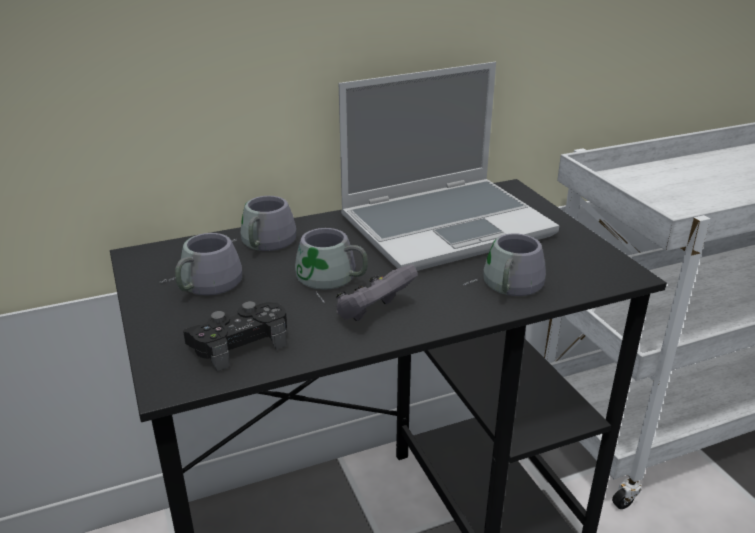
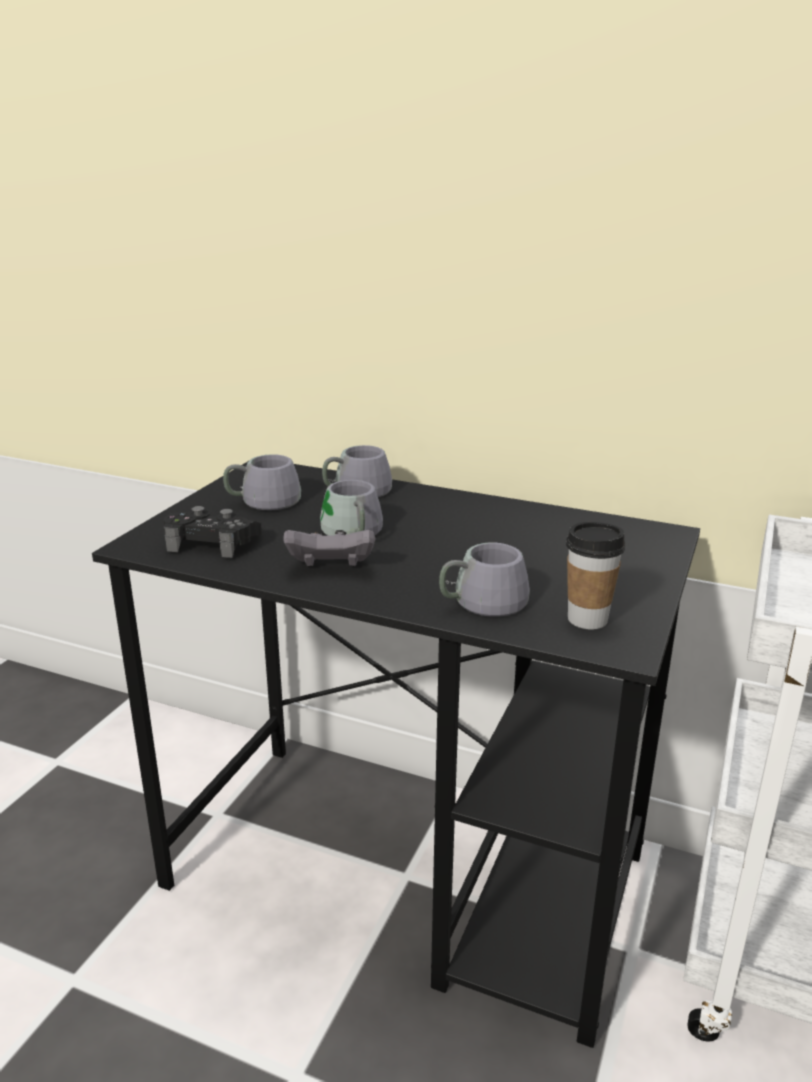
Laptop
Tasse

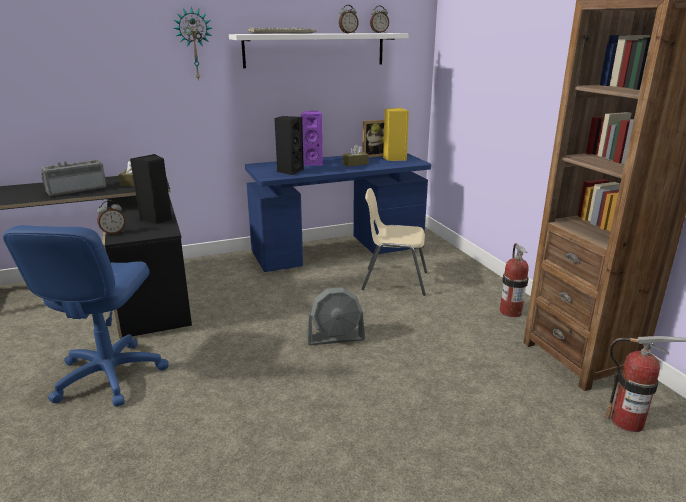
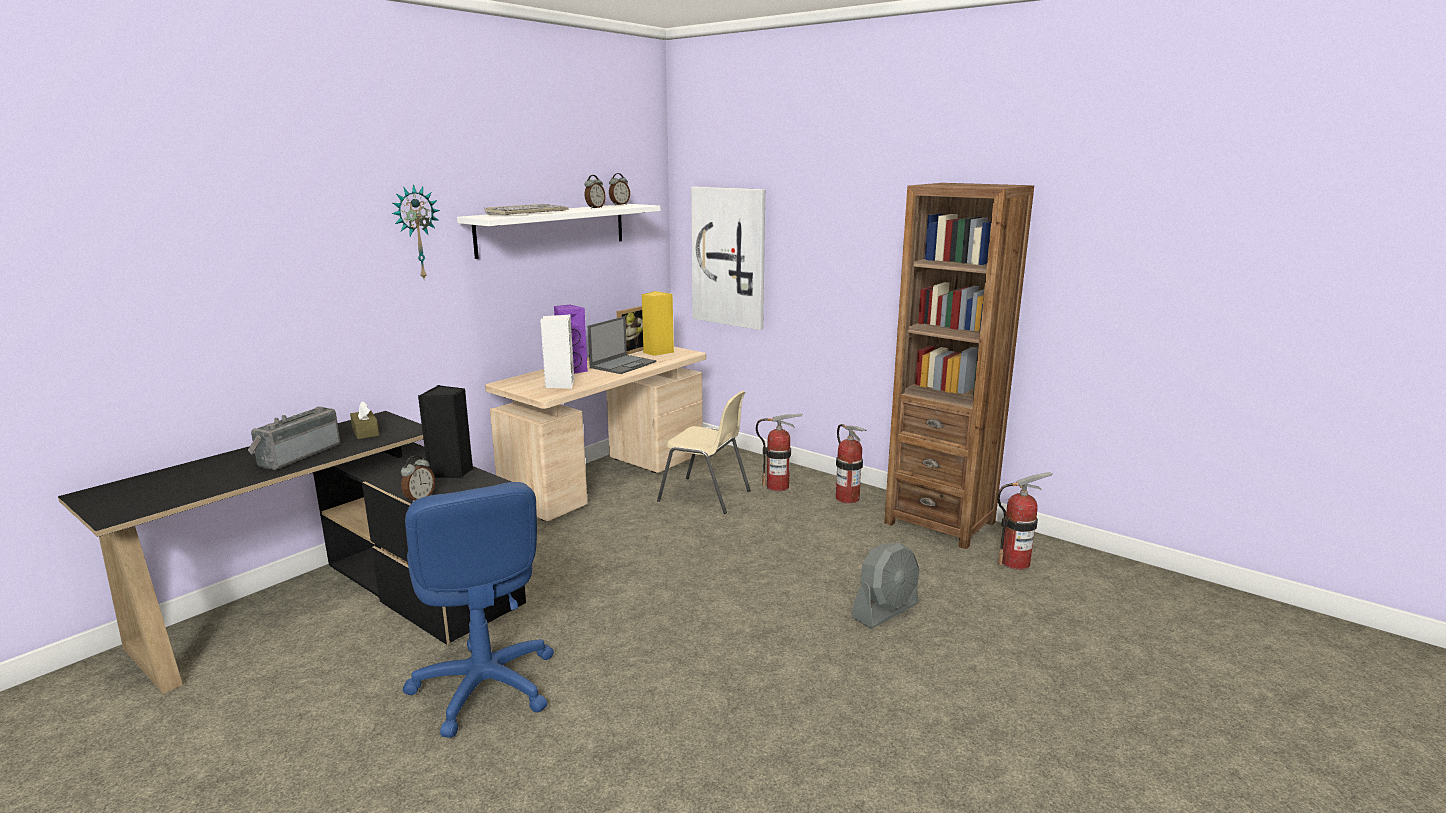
Bild
Feuerlöscher (1st from left)
Ventilator/grau
Laptop
Schreibtisch/beige
Lautsprecher/weiß
Stuhl/beige

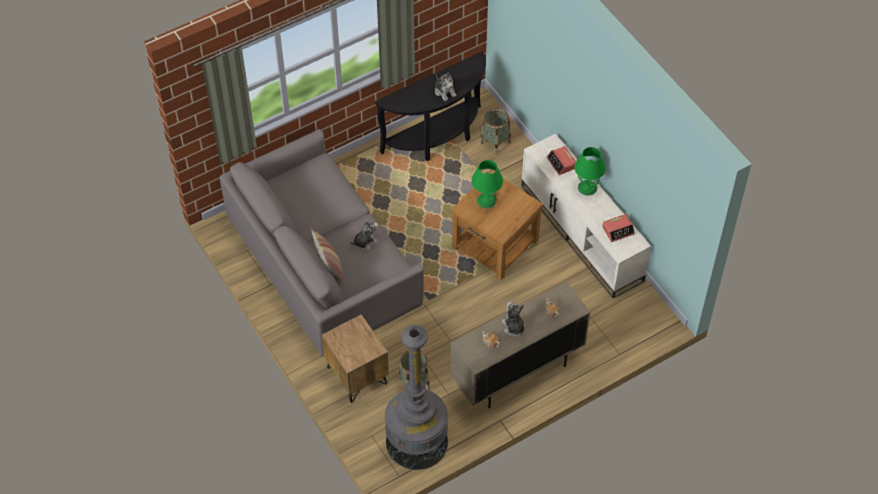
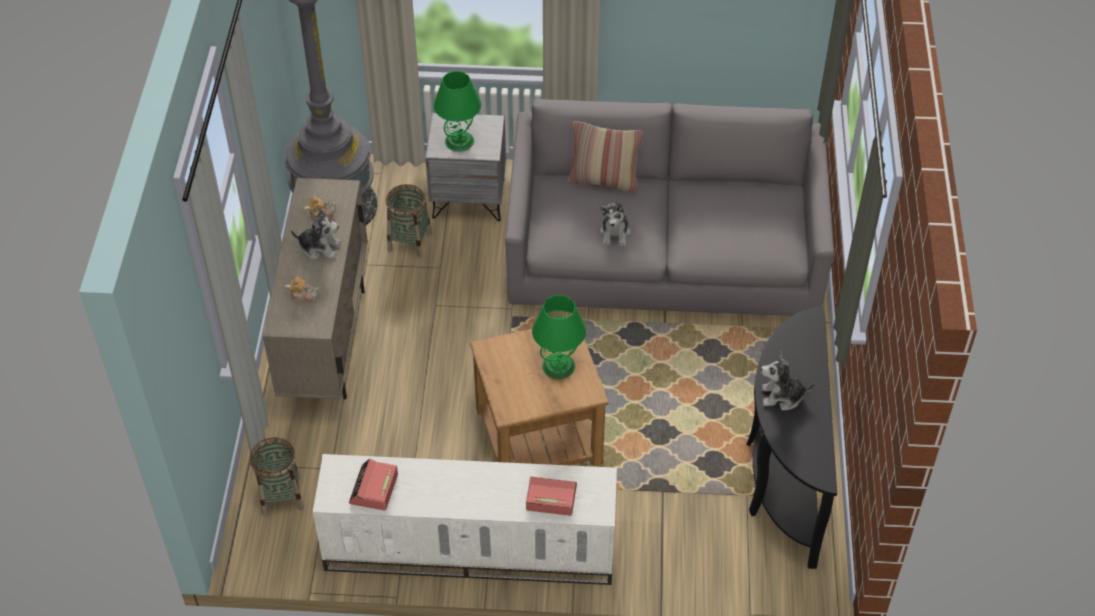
Korb (1st from left)
Tischlampe/grün (1st from left)
Nachttisch/grau

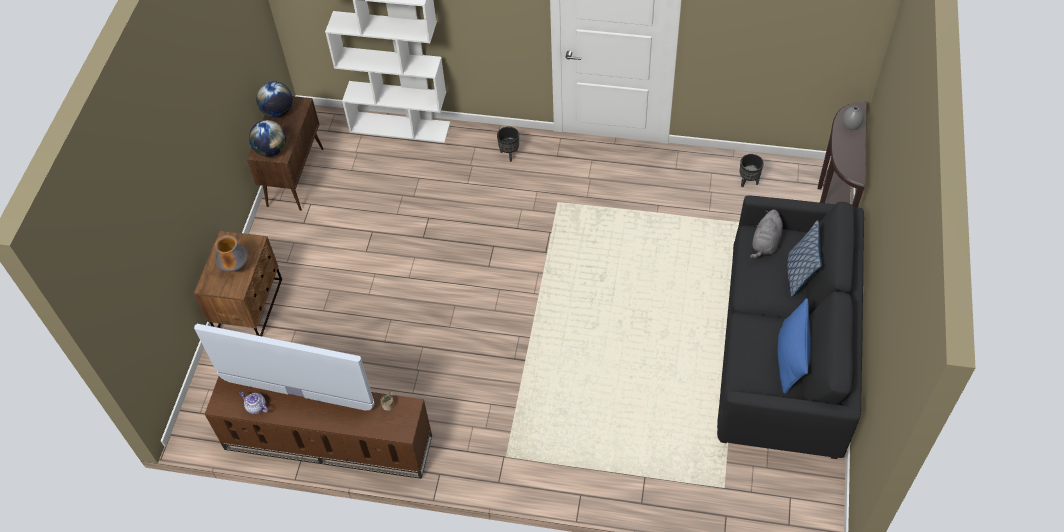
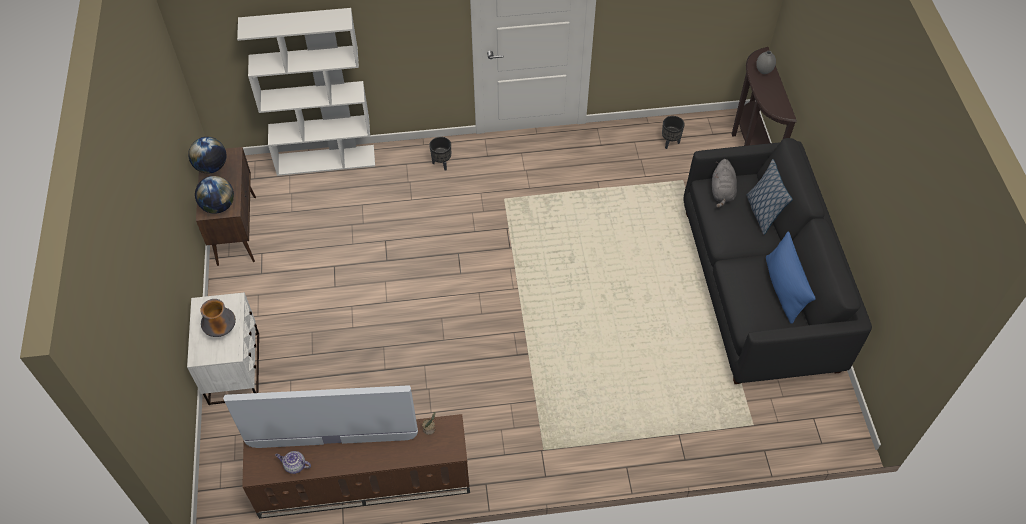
Nachttisch/weiß

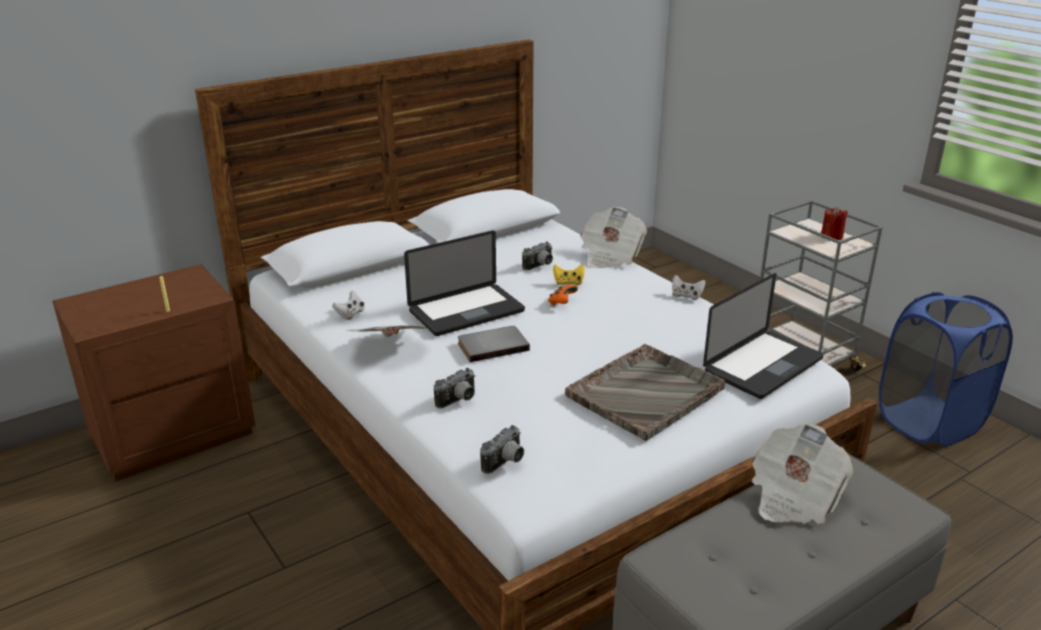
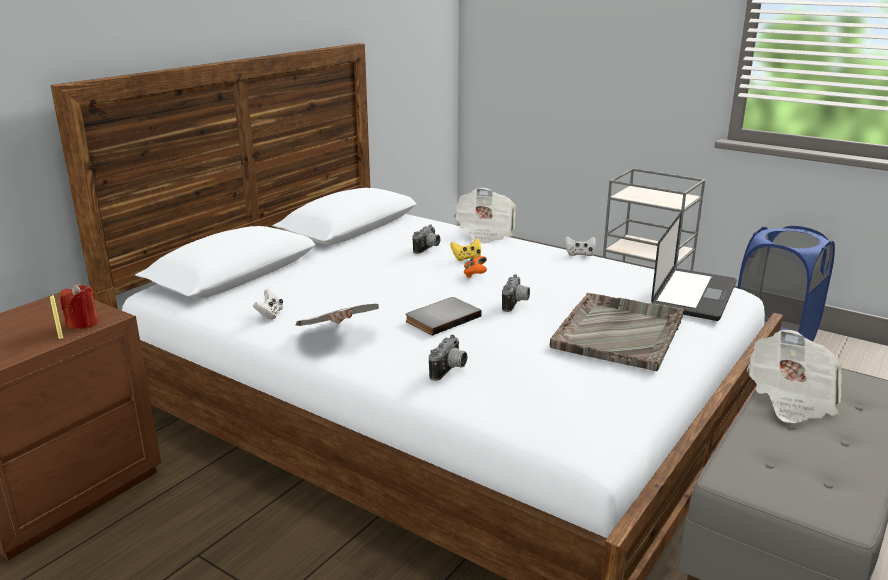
Laptop (1st from left in the first image)
Kamera (3rd from left)
Kerze/rot

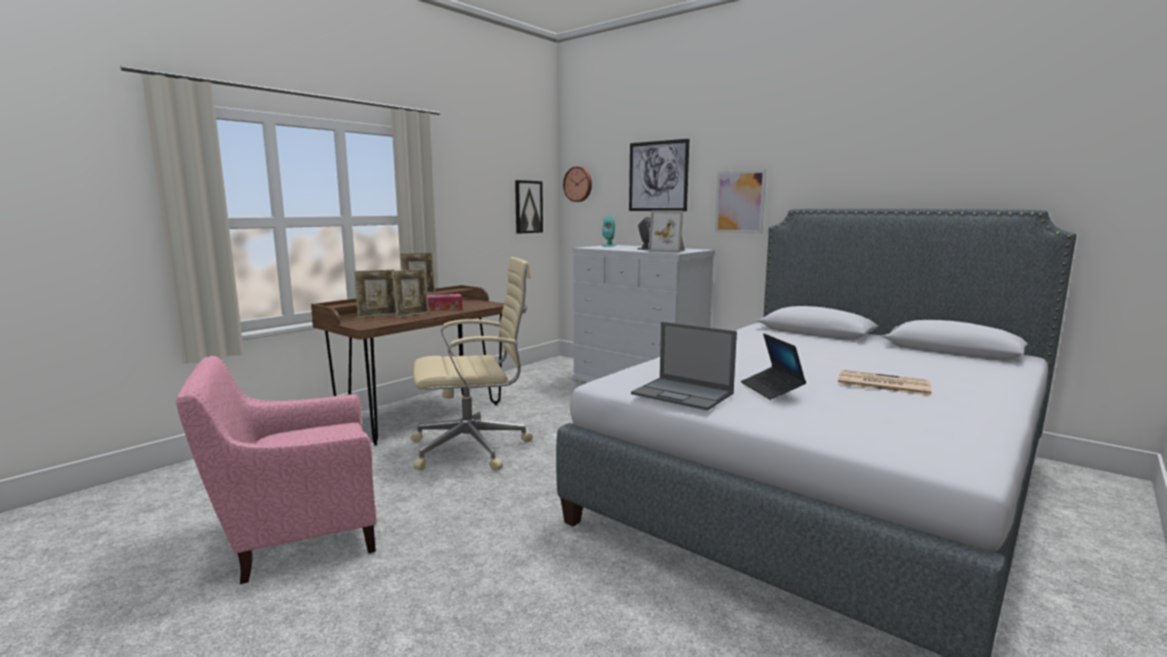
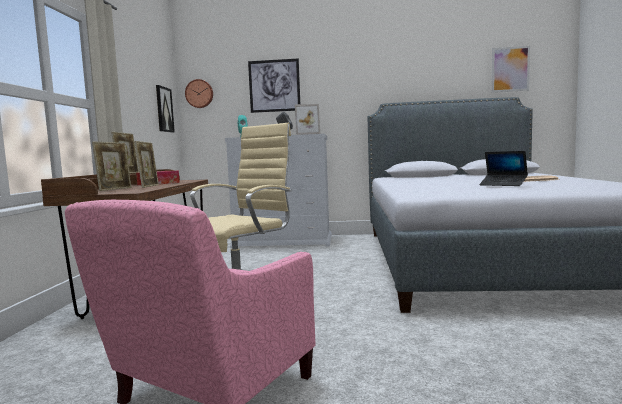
Laptop (1st from left in the first image)
Bild (3rd from left)

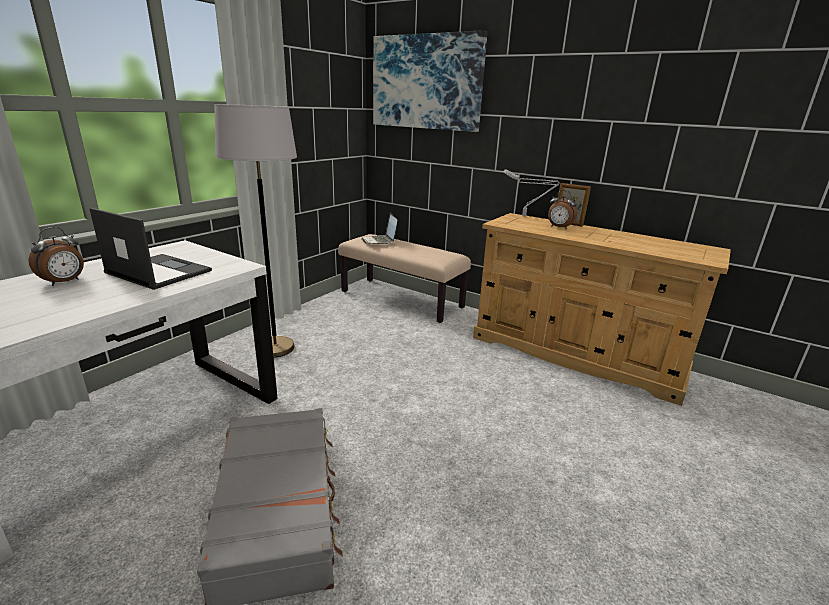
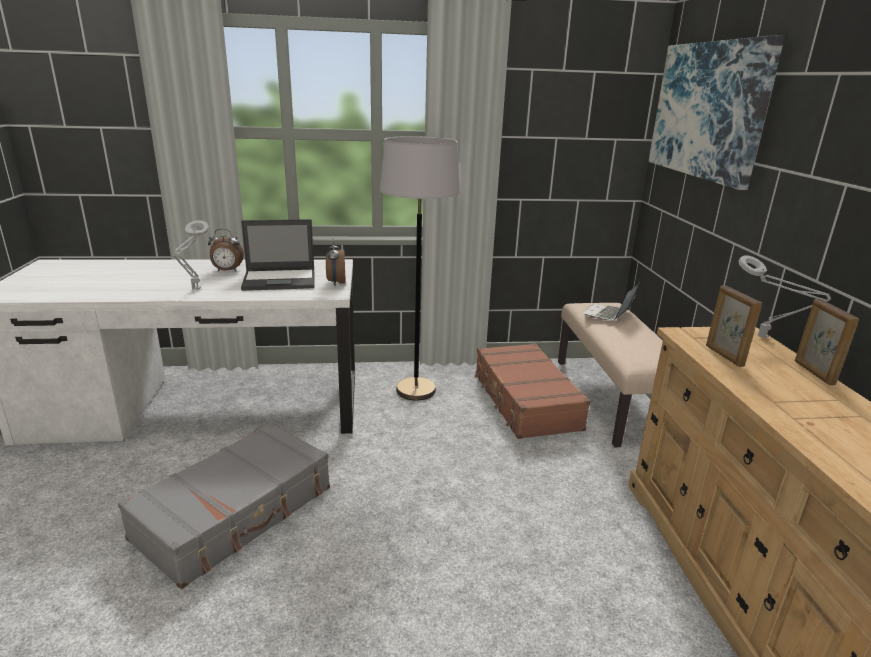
Tischlampe/grau (1st from left)
Koffer/braun
Bilderrahmen (1st from left)
Wecker (2nd from left)
Laptop (1st from left)

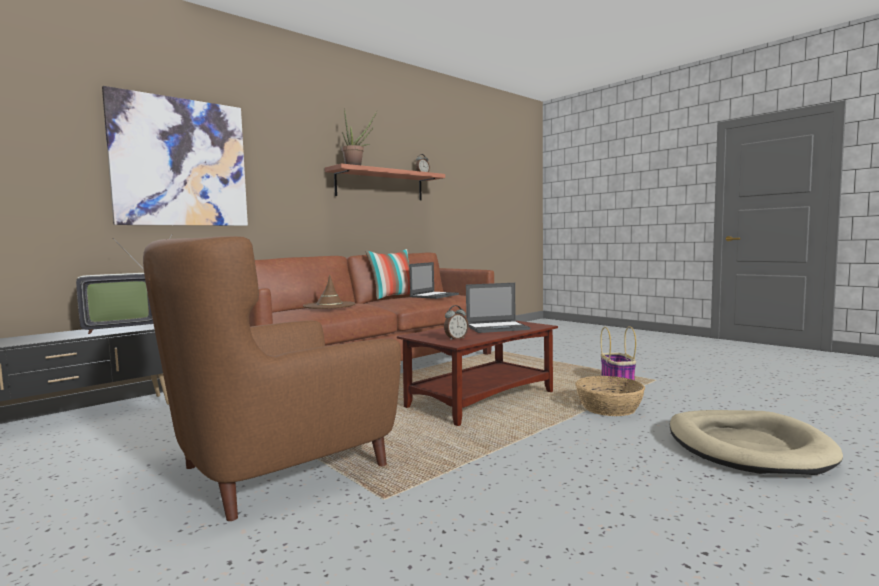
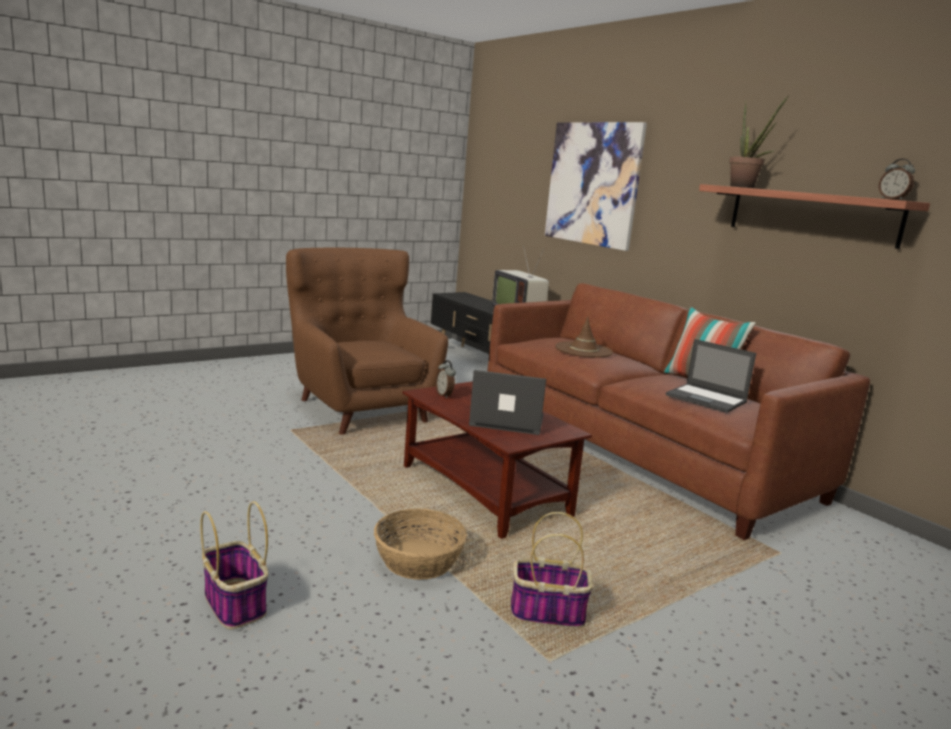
Korb (1st from left)
Laptop (1st from left)

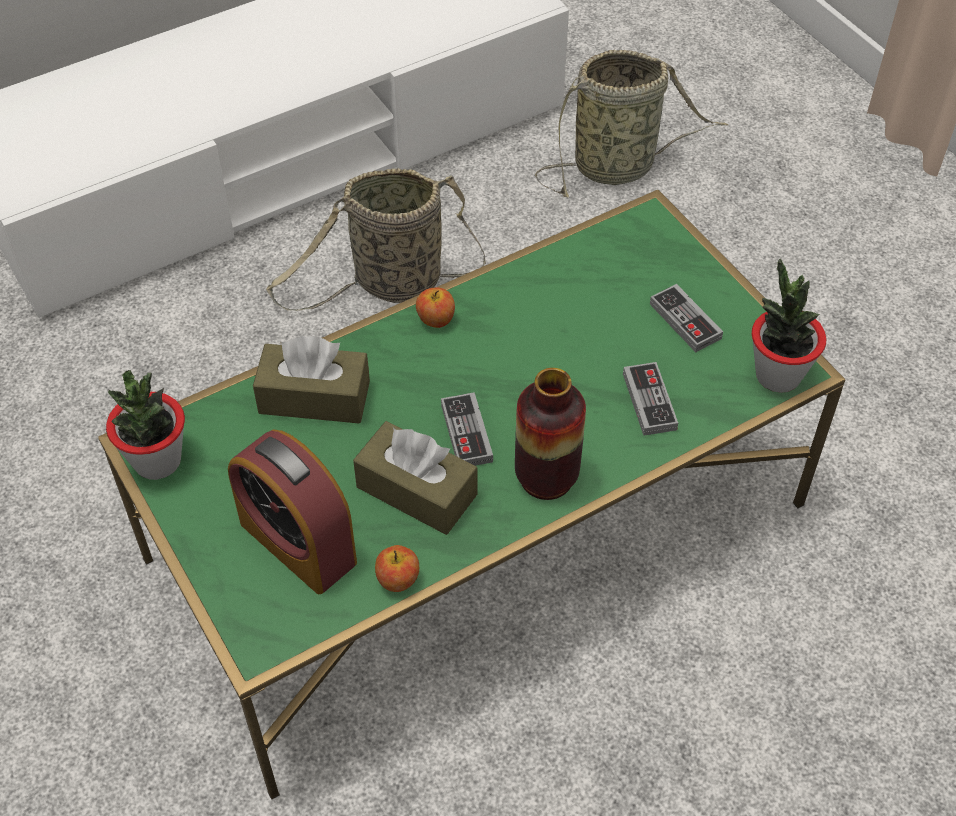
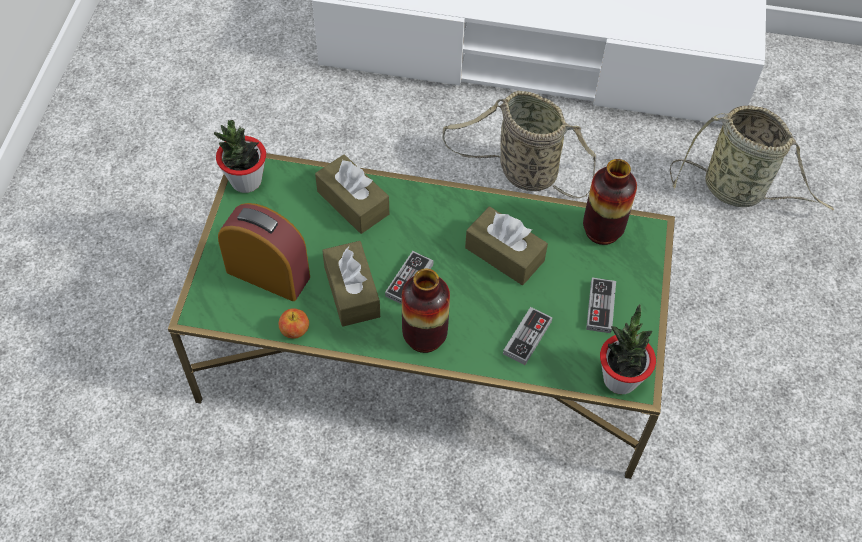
Apfel (2nd from left in the first image)
Taschentuchbox/braun (3rd from left)
Vase (2nd from left)
Wecker

